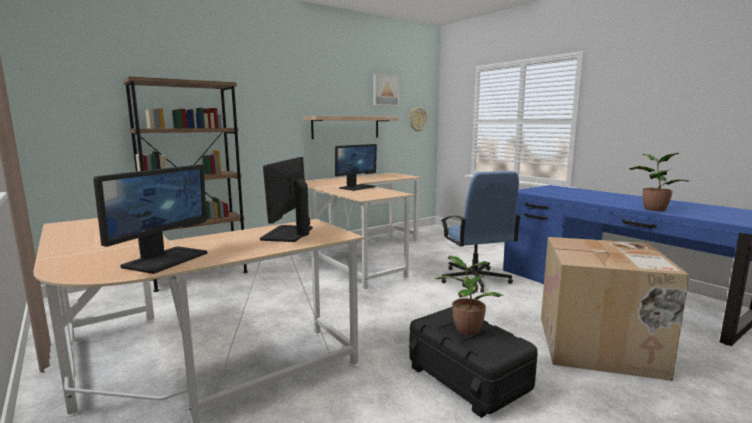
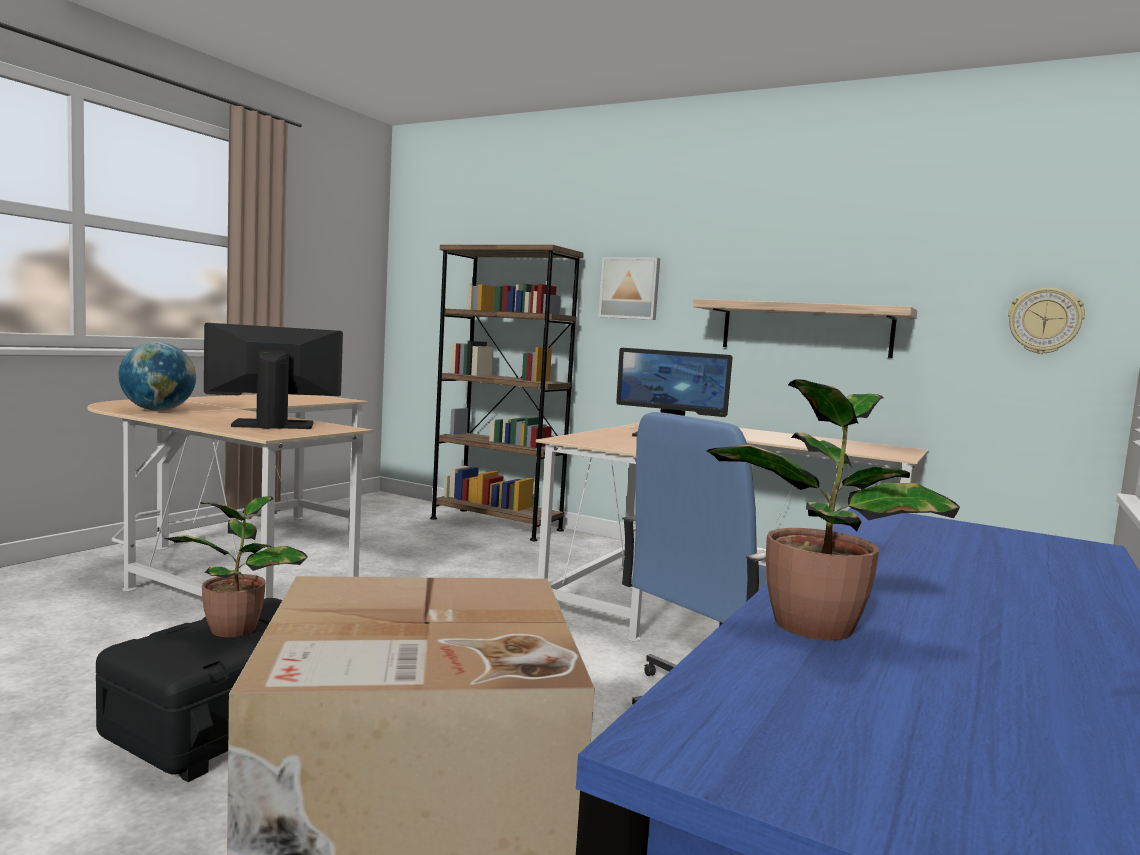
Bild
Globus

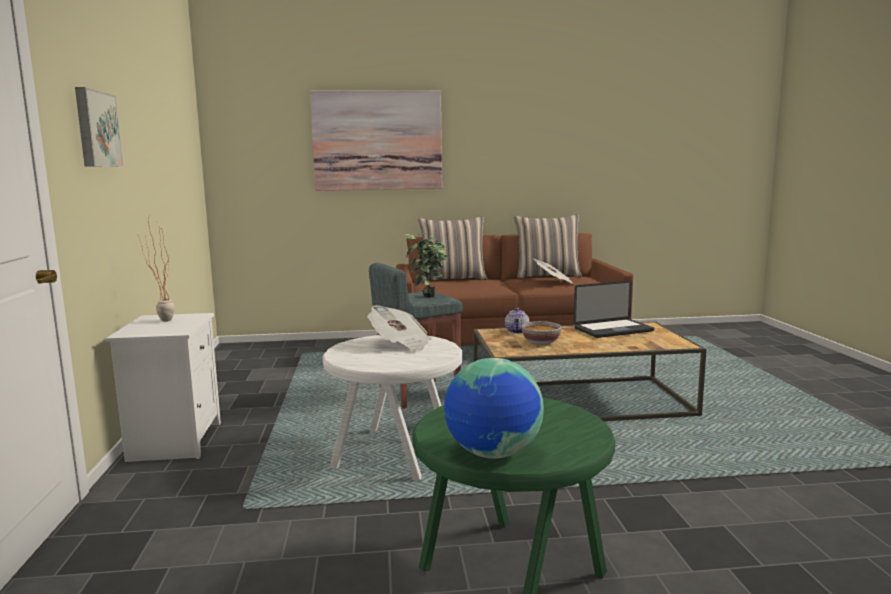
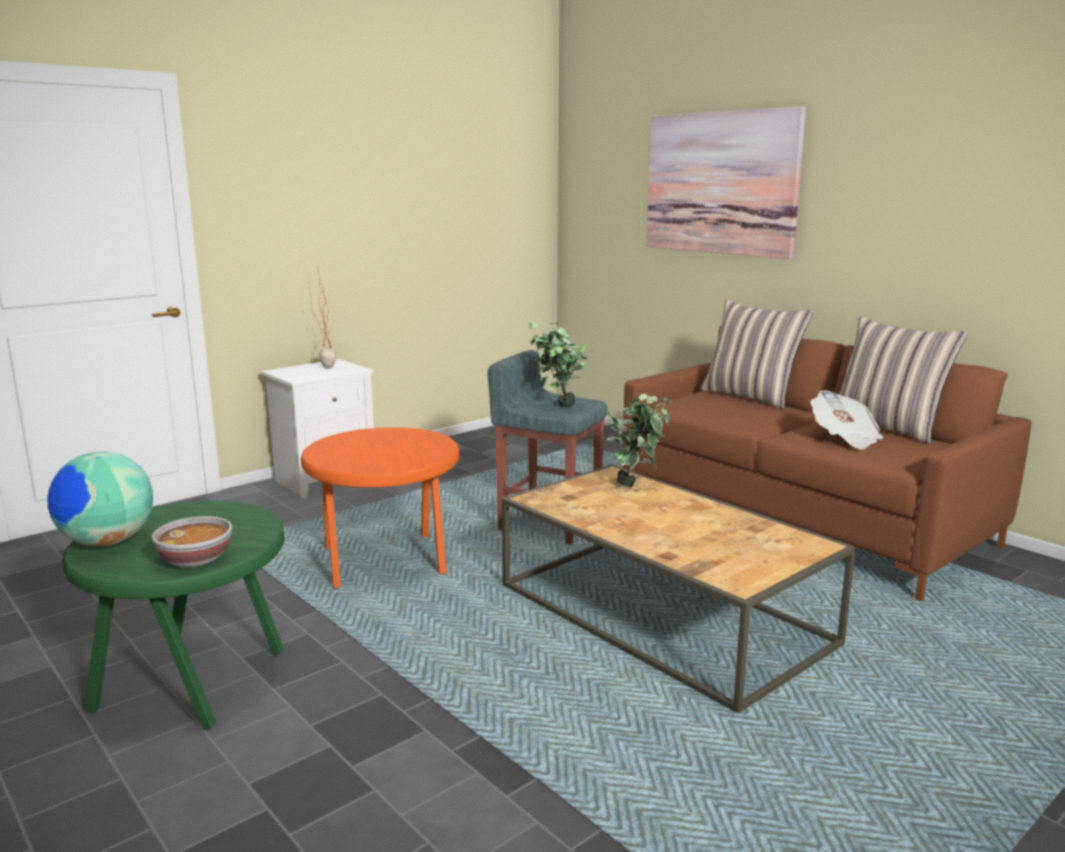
Bild (1st from left in the first image)
Zeitung (1st from left in the first image)
Laptop
Schüssel
Topfpflanze (3rd from left)
Beistelltisch/orange

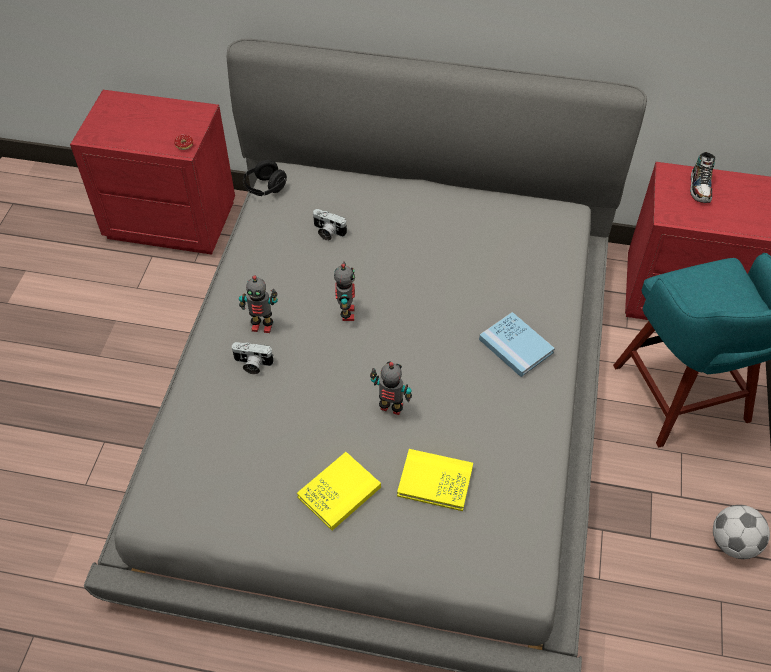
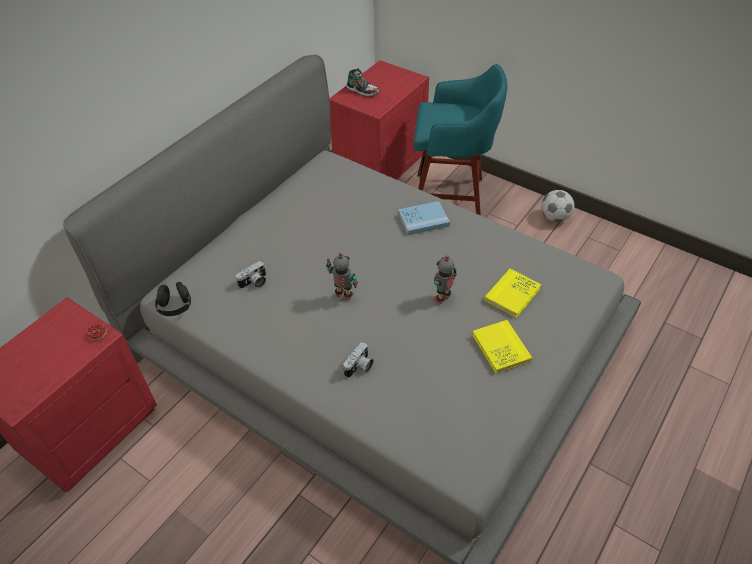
Spielzeugroboter (1st from left in the first image)

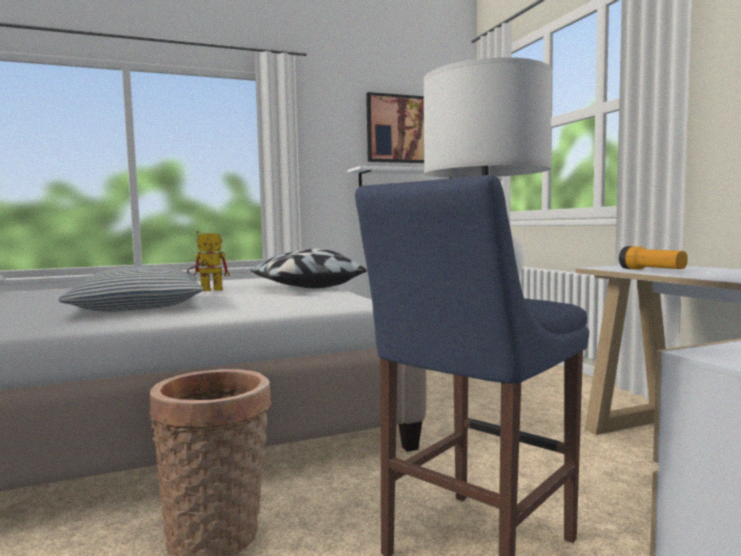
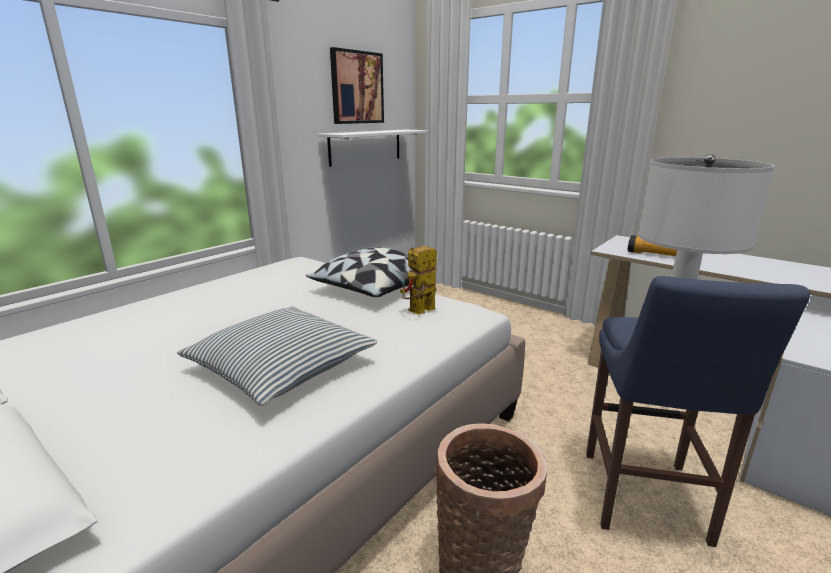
Spielzeugroboter

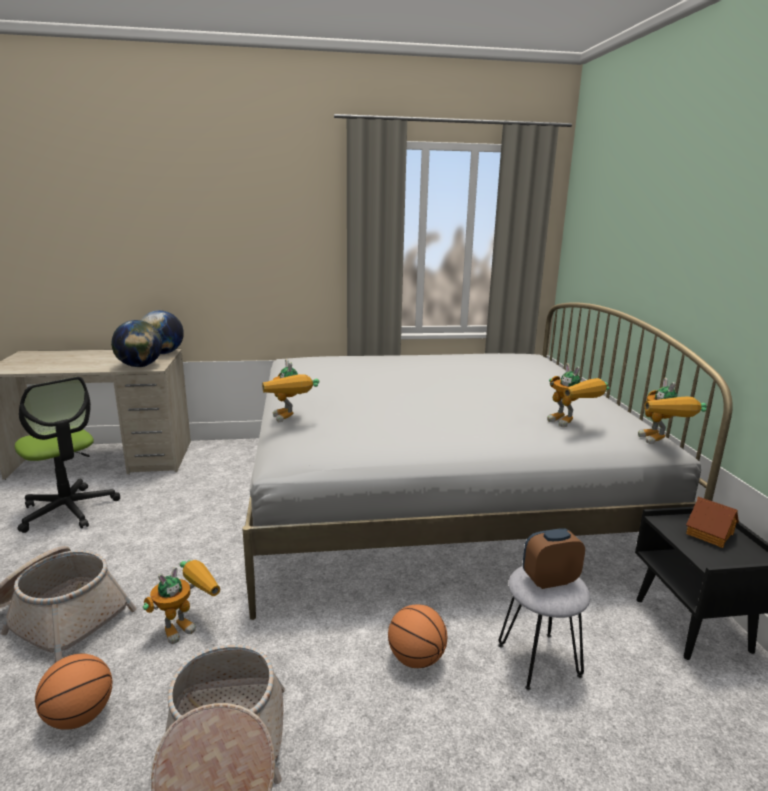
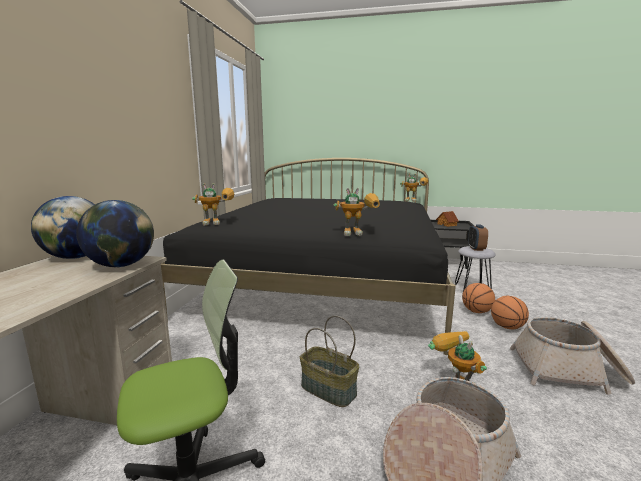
Korb (1st from left)
Basketball (2nd from left)
Spielzeugroboter (1st from left)
Bett/schwarz

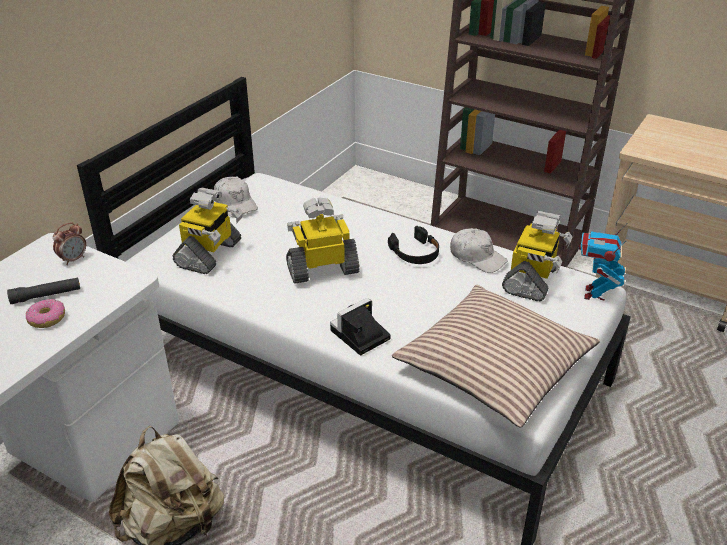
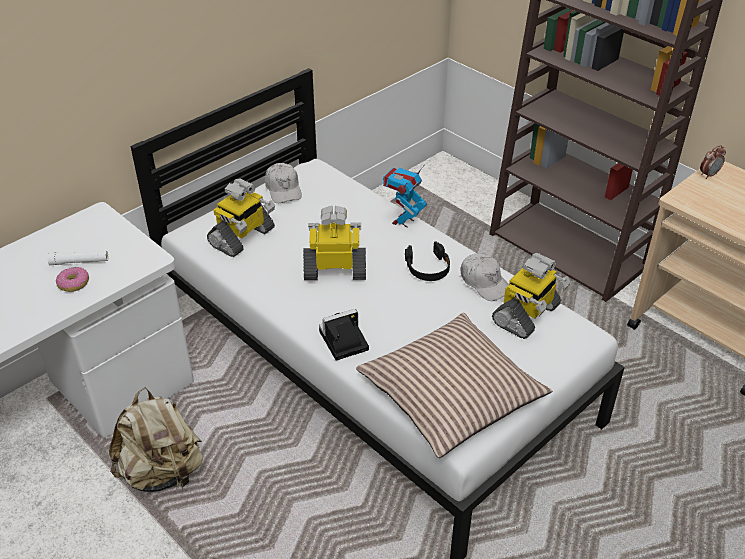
Wecker
Spielzeugroboter (3rd from left)
Taschenlampe/weiß

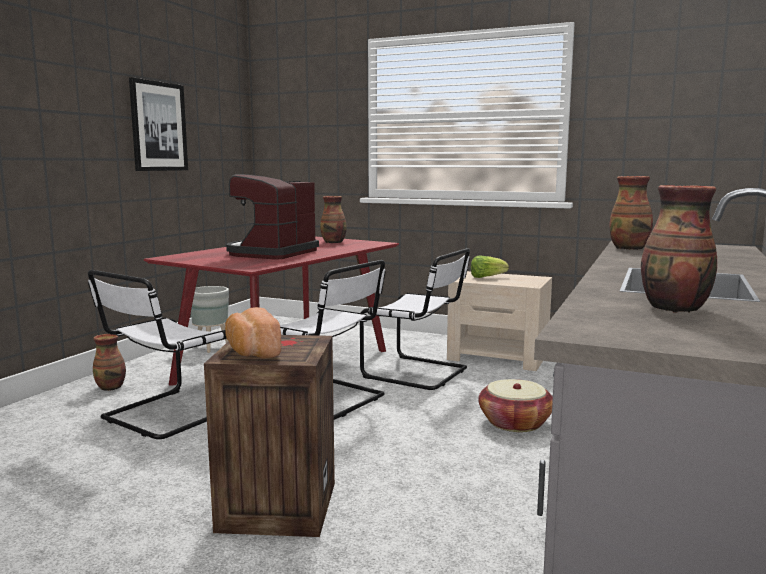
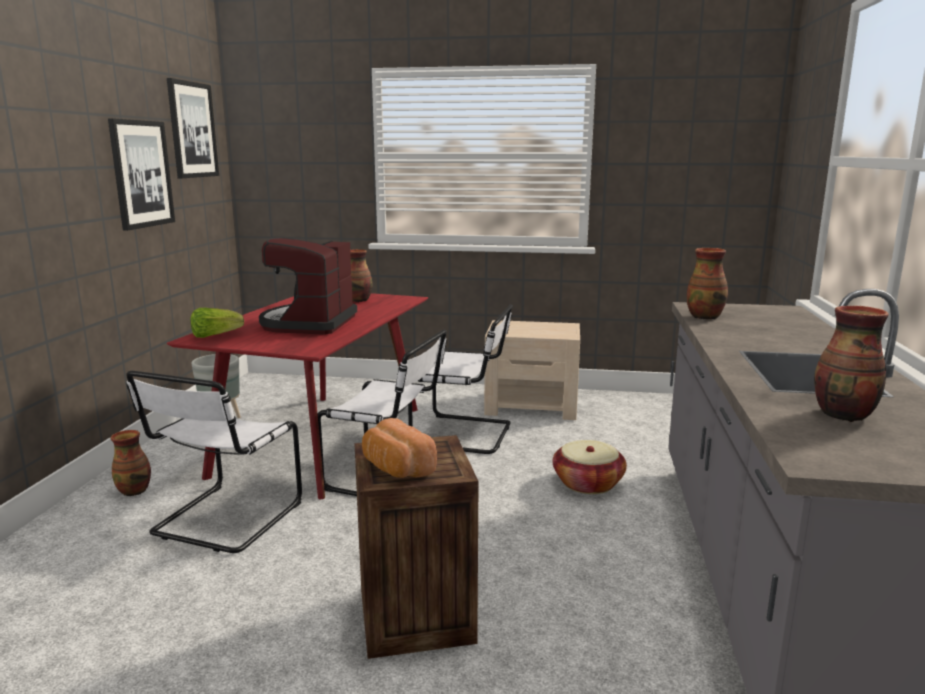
Bild (2nd from left)
Salatkopf

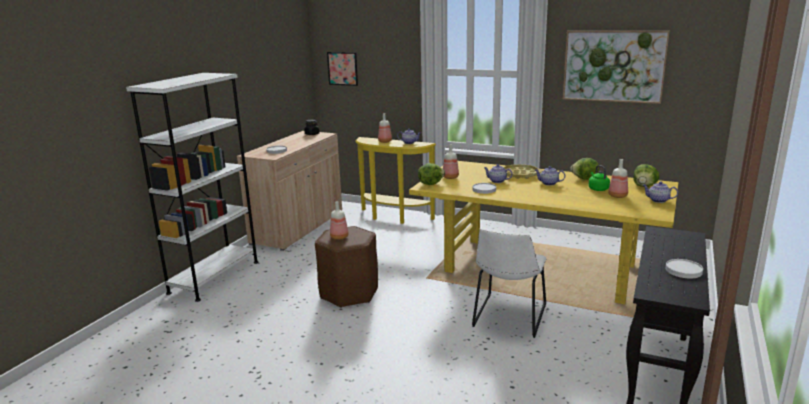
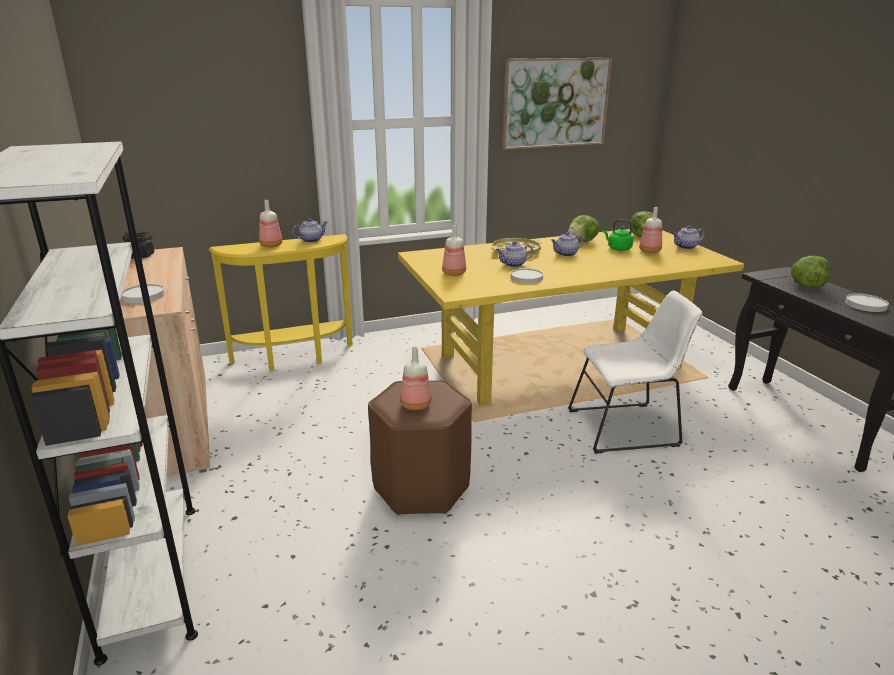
Bild (1st from left in the first image)
Salatkopf (3rd from left)
Stuhl/weiß

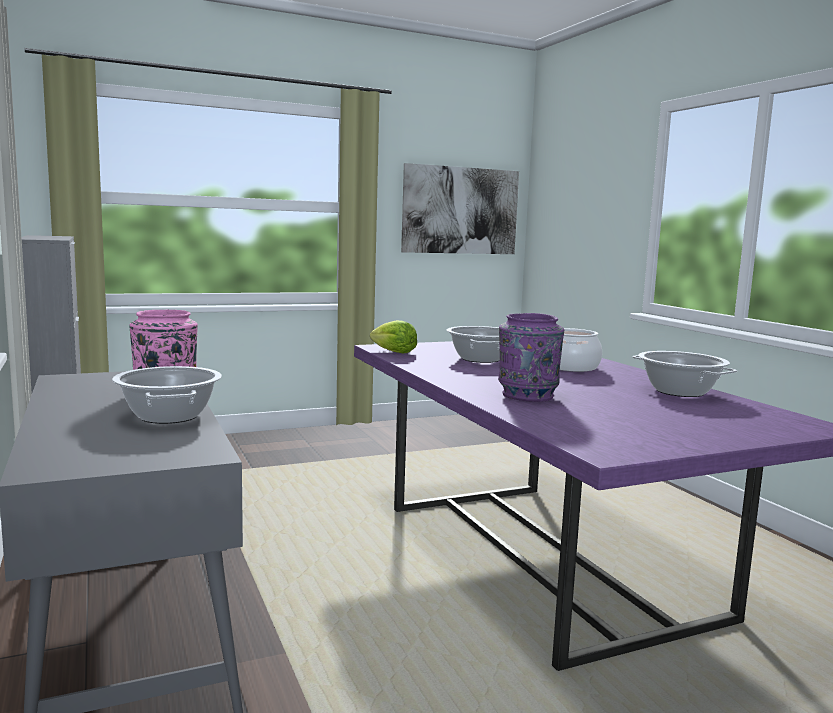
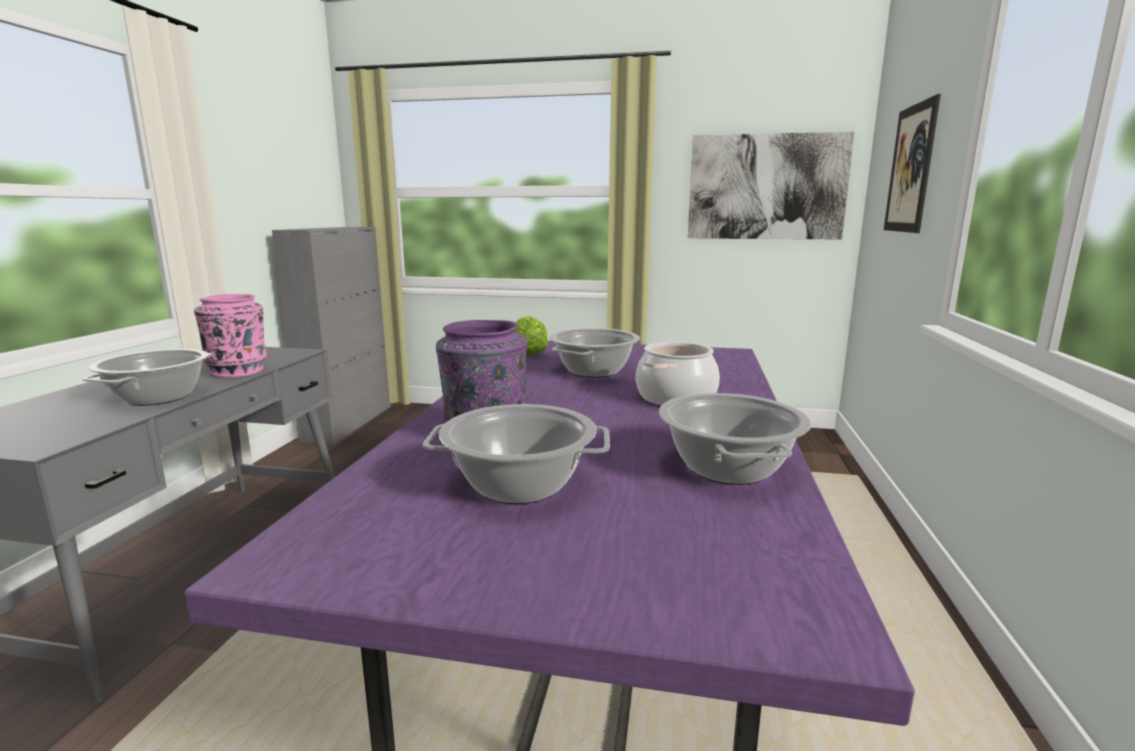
Kochtopf (2nd from left)
Bild (2nd from left)

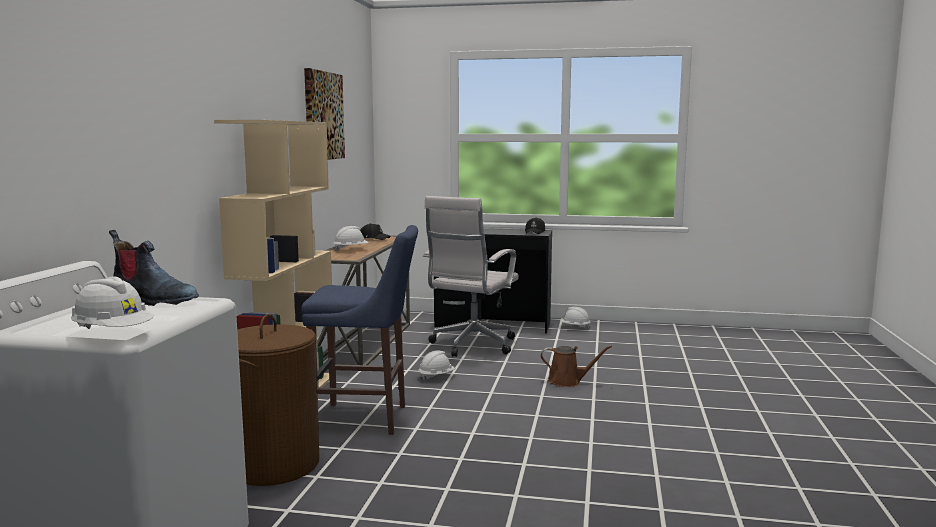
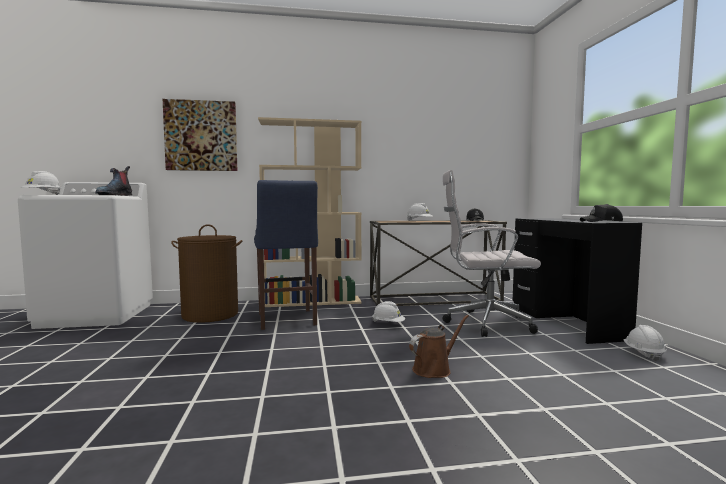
Bild
Gießkanne/braun

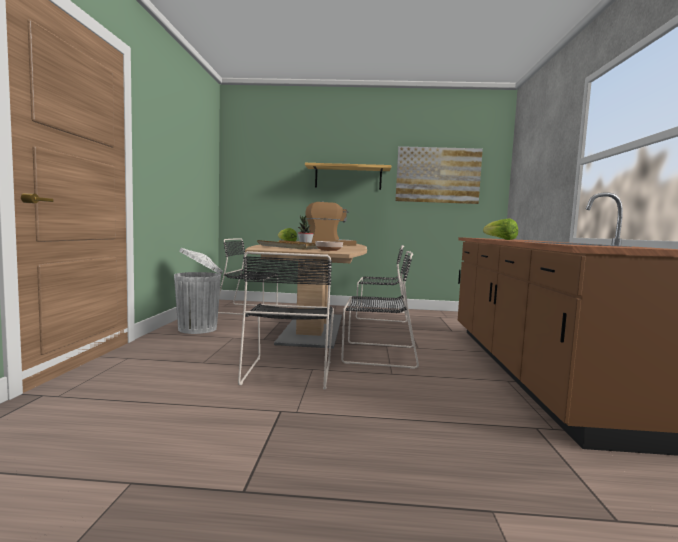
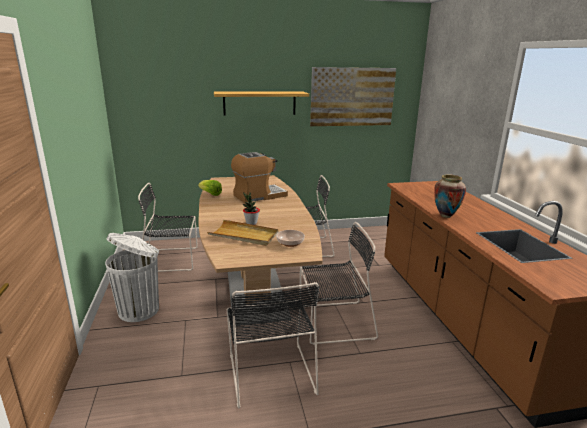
Vase

